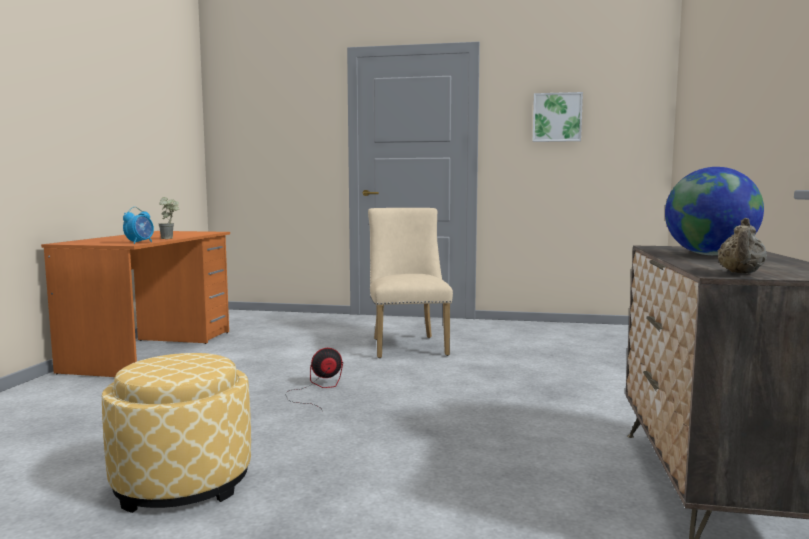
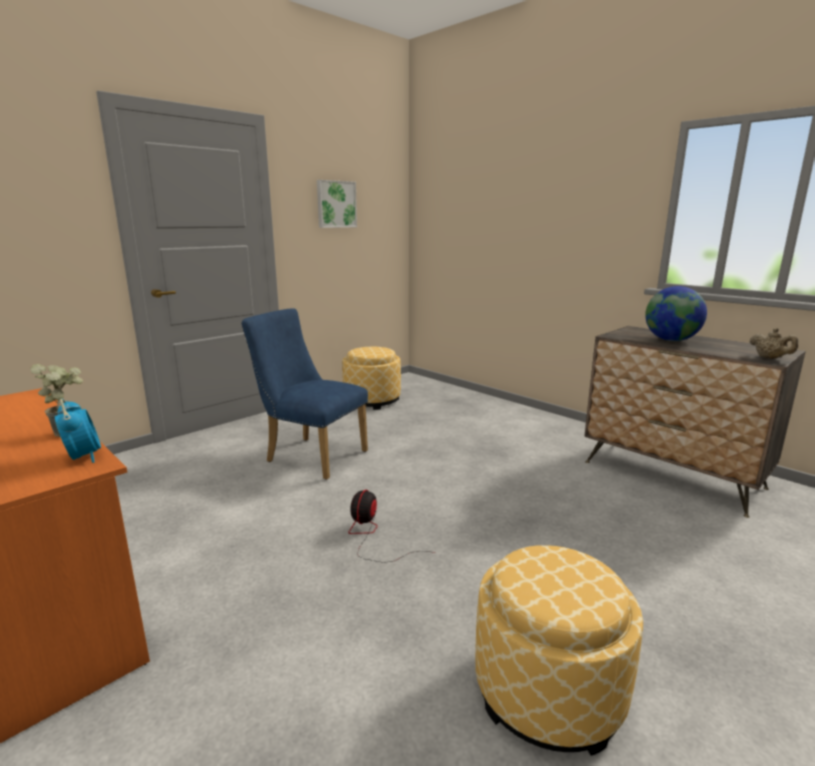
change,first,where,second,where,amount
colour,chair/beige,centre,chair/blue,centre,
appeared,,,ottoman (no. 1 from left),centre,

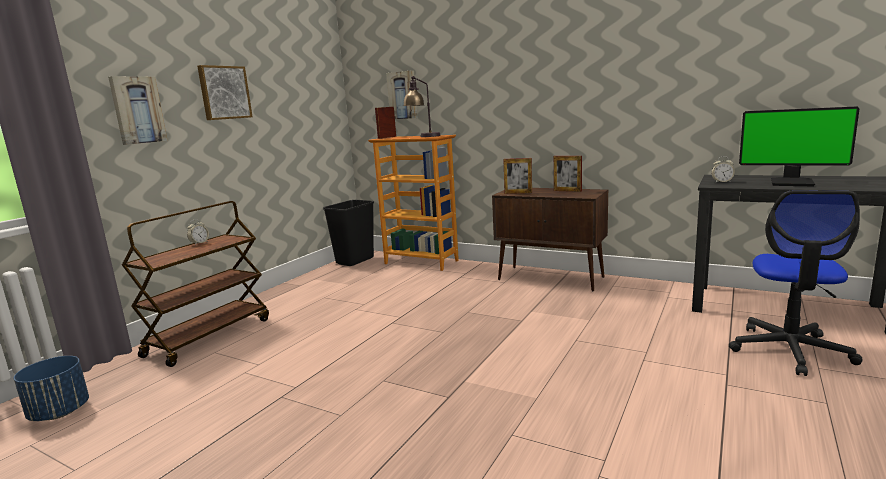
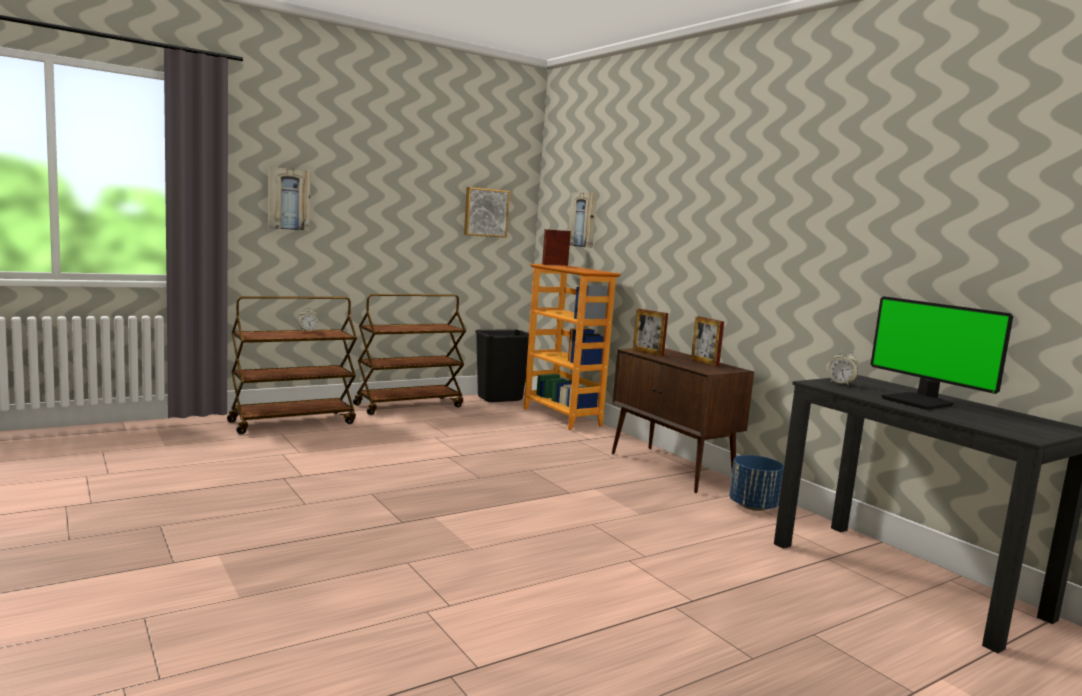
change,first,where,second,where,amount
relocated,picture (no. 2 from left),top left,,top centre,
missing,table lamp,top centre,,,
missing,office chair,middle right,,,
relocated,planter/blue,bottom left,,bottom right,
appeared,,,cart/brown (no. 2 from left),centre,

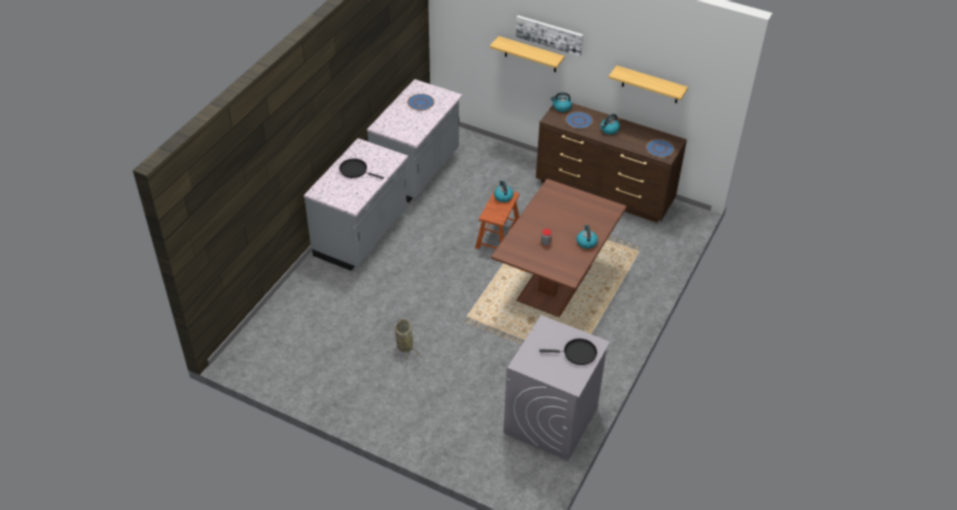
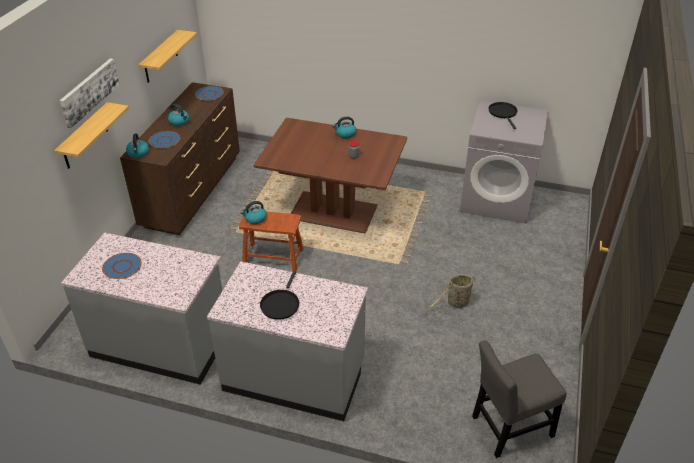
change,first,where,second,where,amount
appeared,,,chair/grey,bottom right,

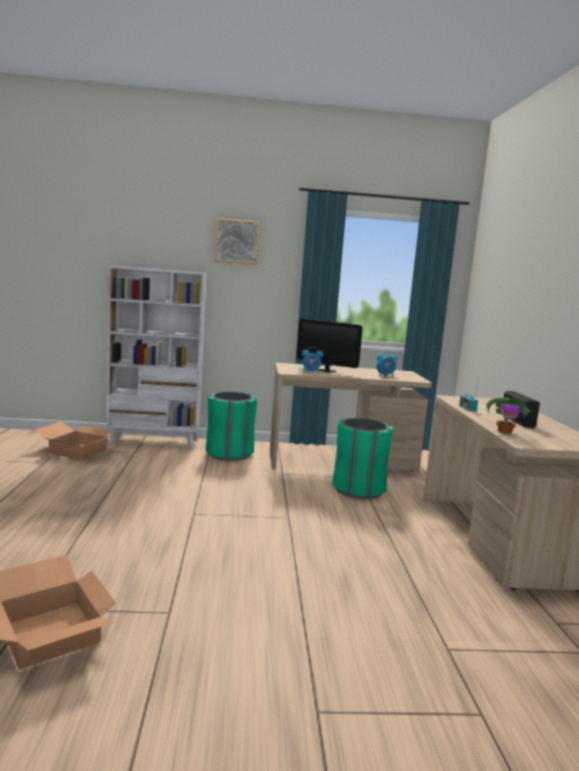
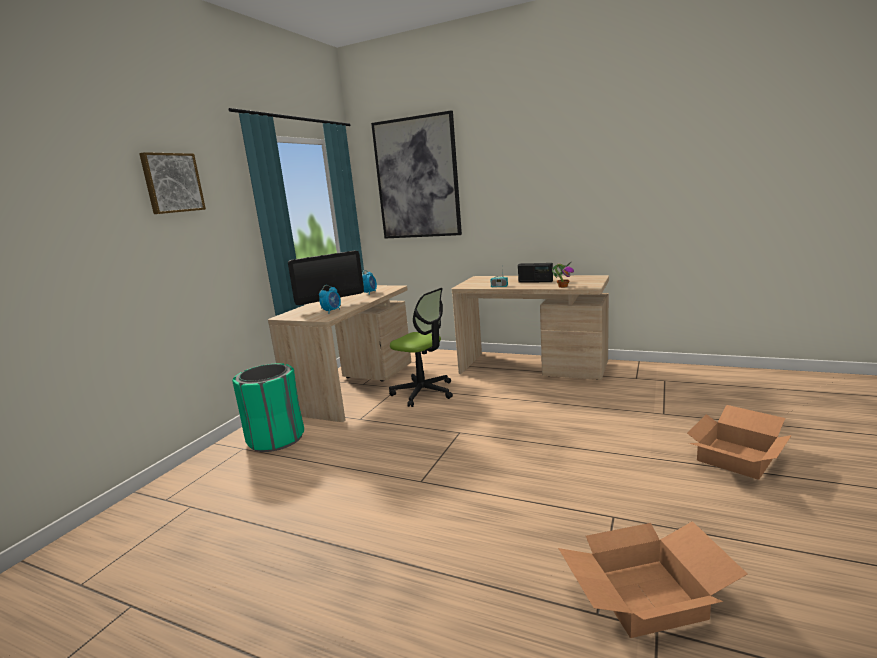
change,first,where,second,where,amount
missing,bookcase/white,middle left,,,
exchanged,trash can/green (no. 2 from left),centre,office chair,centre,
relocated,cardboard box (no. 2 from left),middle left,,bottom right,
appeared,,,picture (no. 2 from left),top centre,

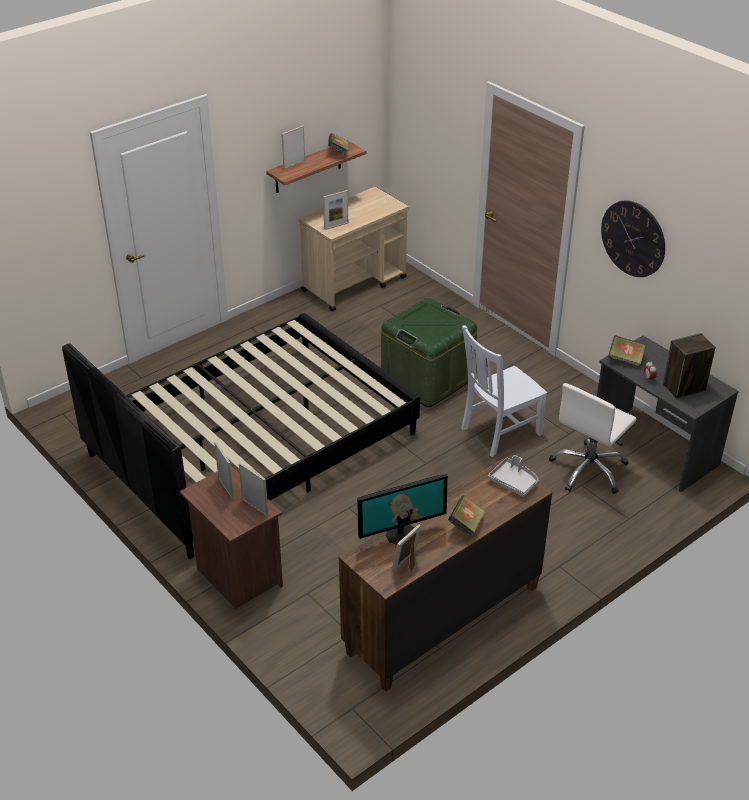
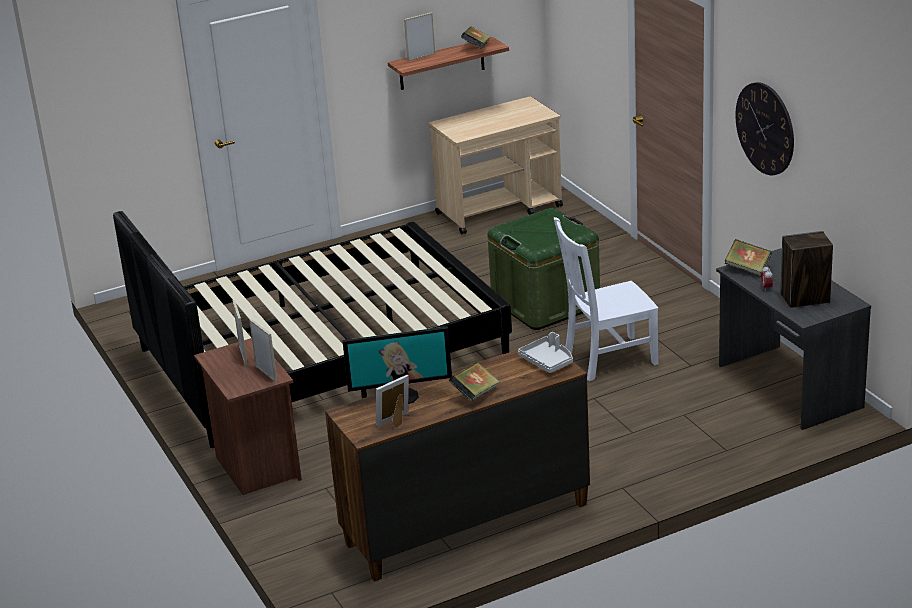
change,first,where,second,where,amount
missing,picture frame (no. 4 from left),top centre,,,
missing,office chair/white,middle right,,,

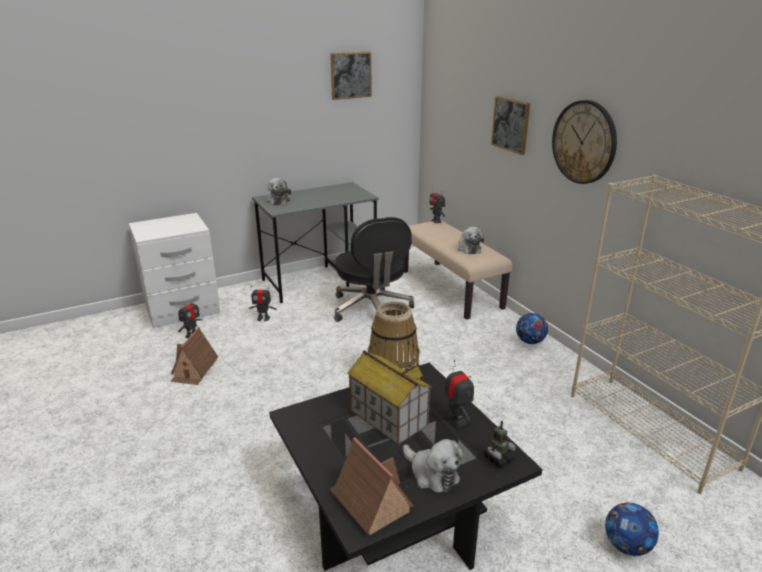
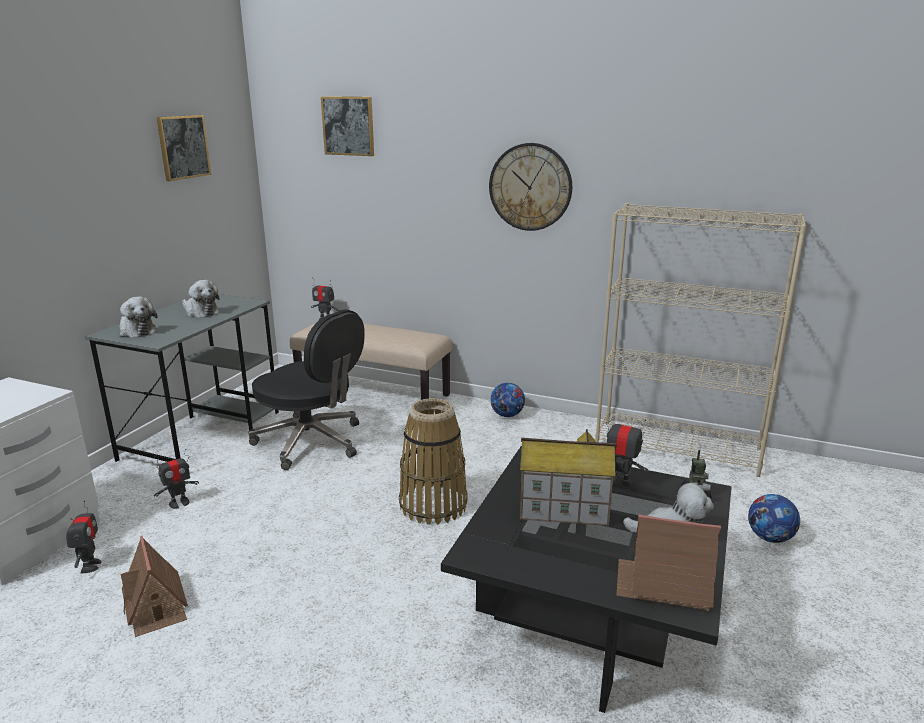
change,first,where,second,where,amount
relocated,picture (no. 2 from left),top right,,top centre,
relocated,plush toy (no. 3 from left in the first image),centre,plush toy (no. 2 from left),middle left,

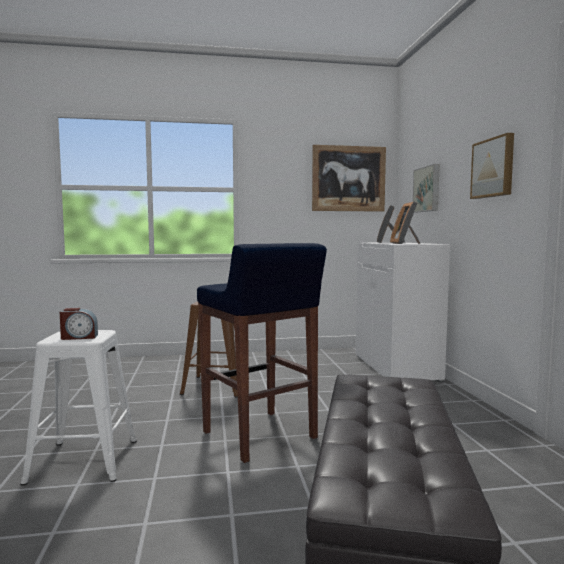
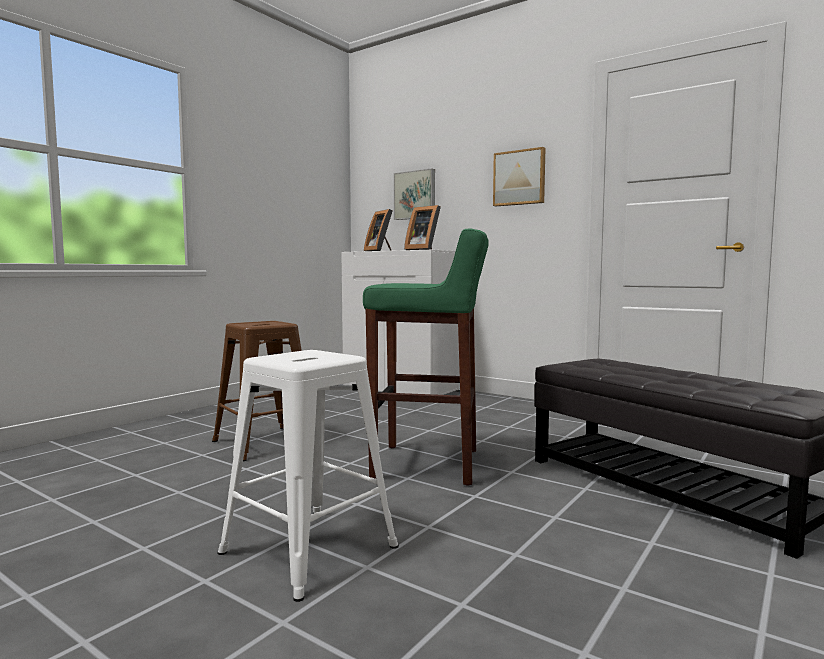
change,first,where,second,where,amount
missing,picture (no. 1 from left),top centre,,,
colour,stool/blue,centre,stool/green,centre,
missing,alarm clock,middle left,,,

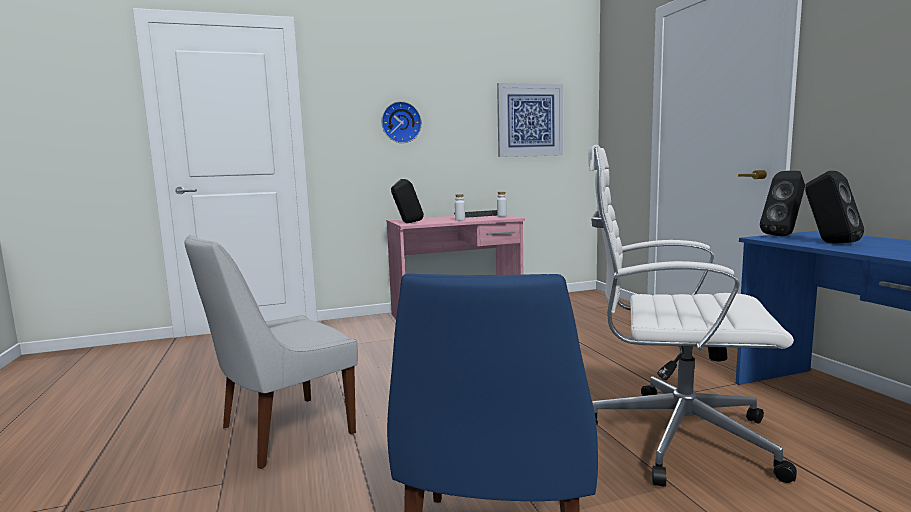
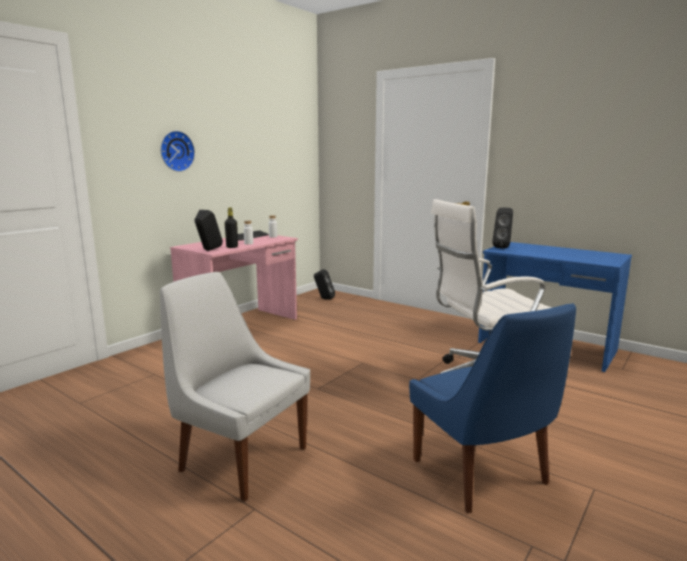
change,first,where,second,where,amount
missing,picture,top centre,,,
relocated,speaker/black (no. 3 from left in the first image),middle right,speaker/black (no. 2 from left),centre,
spun,chair/white,bottom left,,bottom centre,105 degrees clockwise
appeared,,,bottle/black,centre,

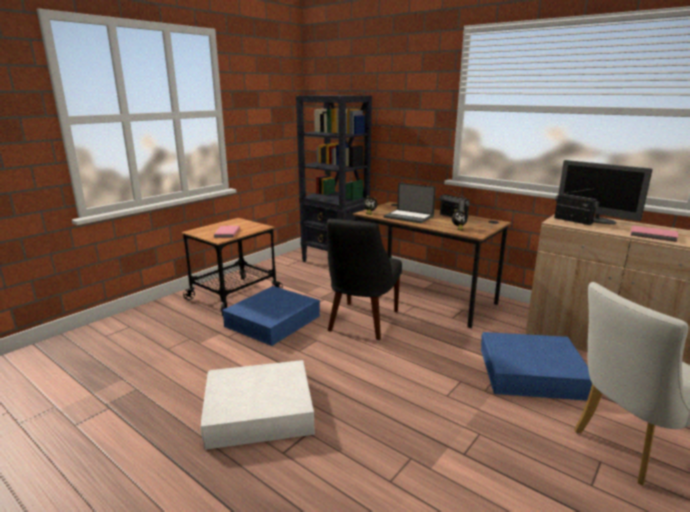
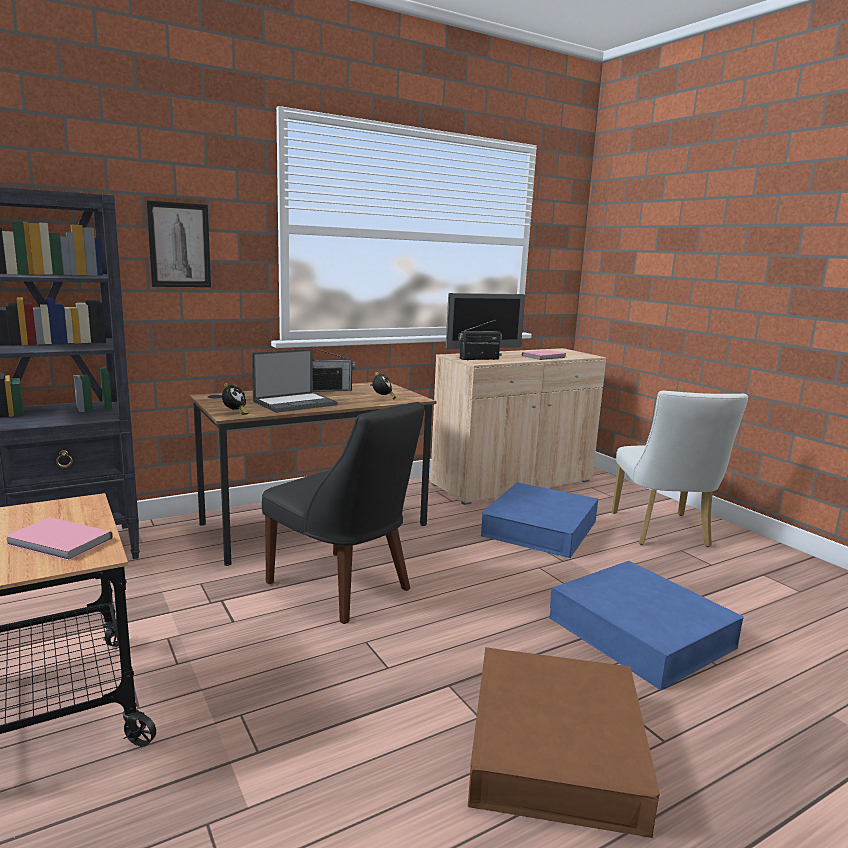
change,first,where,second,where,amount
relocated,storage box/blue (no. 1 from left in the first image),centre,storage box/blue (no. 2 from left),bottom right,
colour,storage box/white,bottom centre,storage box/brown,bottom centre,
appeared,,,picture,top left,

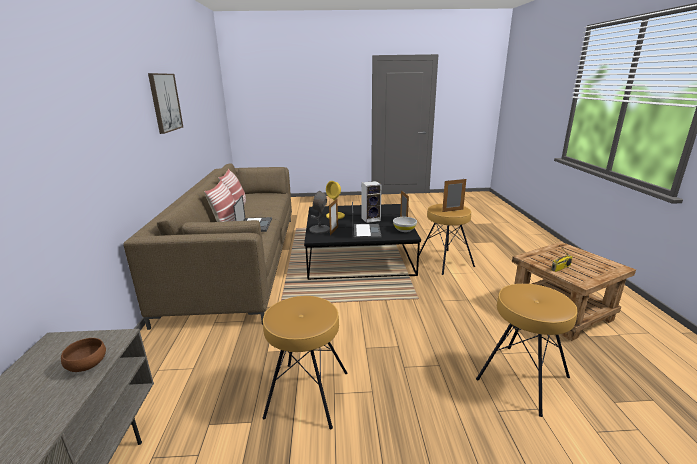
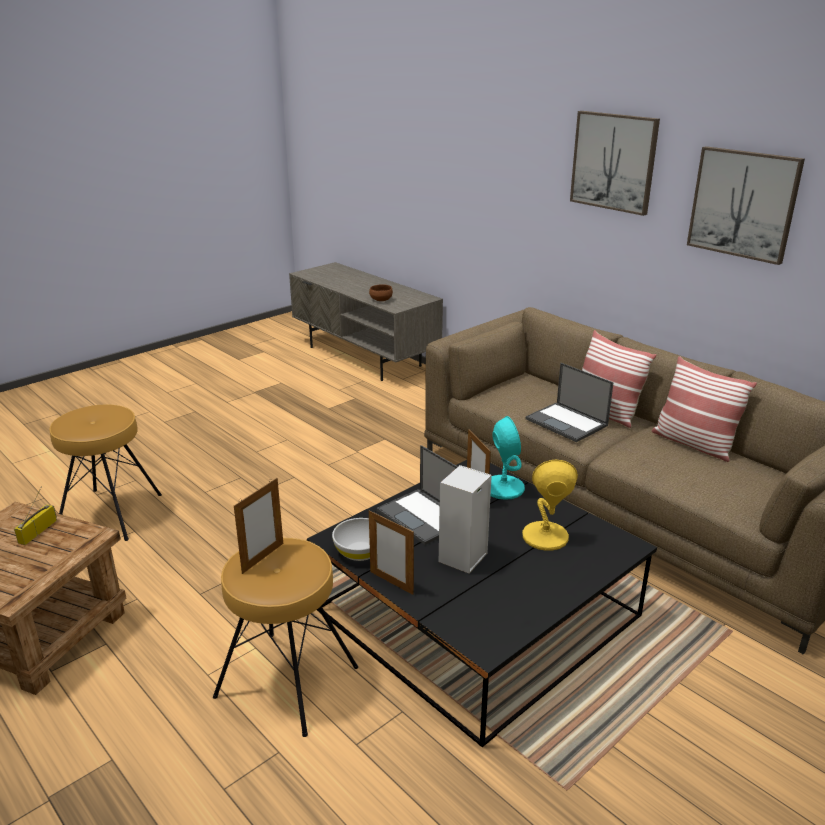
change,first,where,second,where,amount
colour,table lamp/grey,centre,table lamp/turquoise,centre,
missing,stool/brown (no. 1 from left),bottom centre,,,
appeared,,,picture (no. 1 from left),top right,

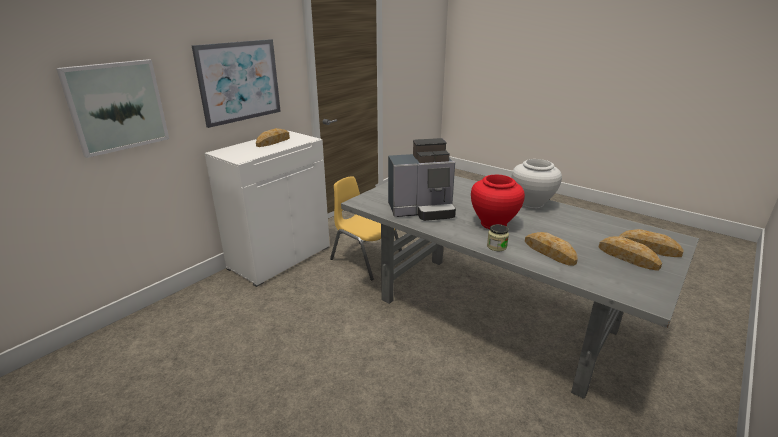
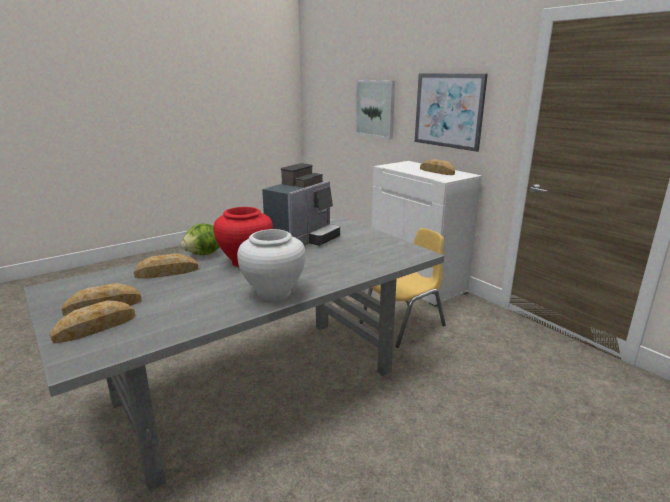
change,first,where,second,where,amount
spun,coffee machine,centre,,centre,150 degrees counterclockwise
exchanged,jar,centre,lettuce,middle left,

